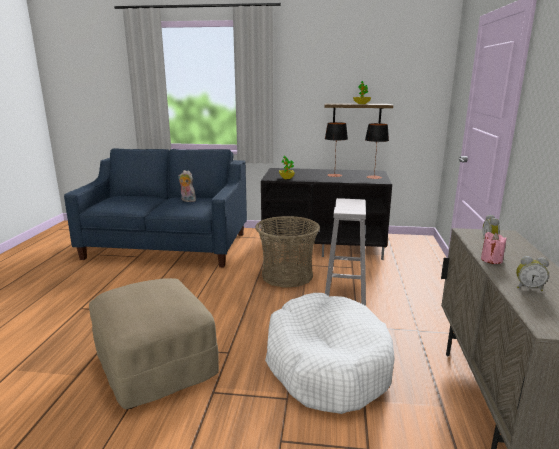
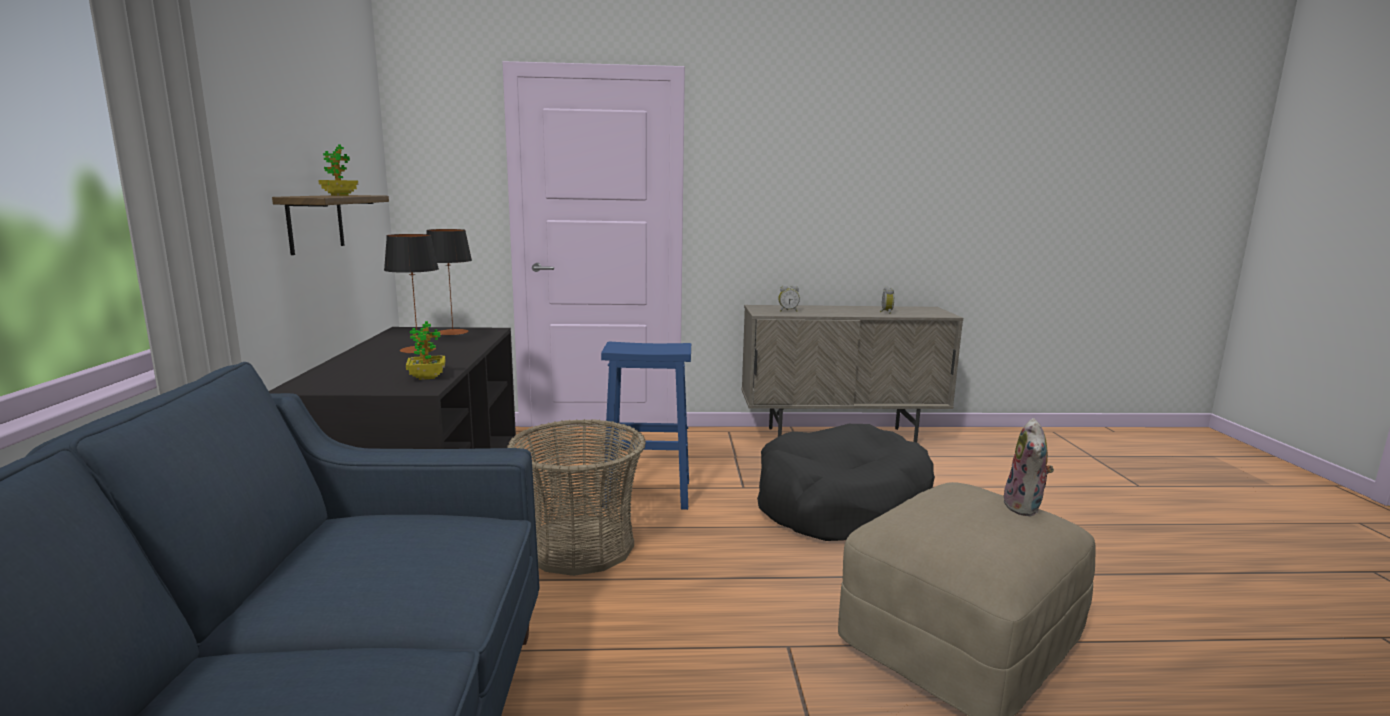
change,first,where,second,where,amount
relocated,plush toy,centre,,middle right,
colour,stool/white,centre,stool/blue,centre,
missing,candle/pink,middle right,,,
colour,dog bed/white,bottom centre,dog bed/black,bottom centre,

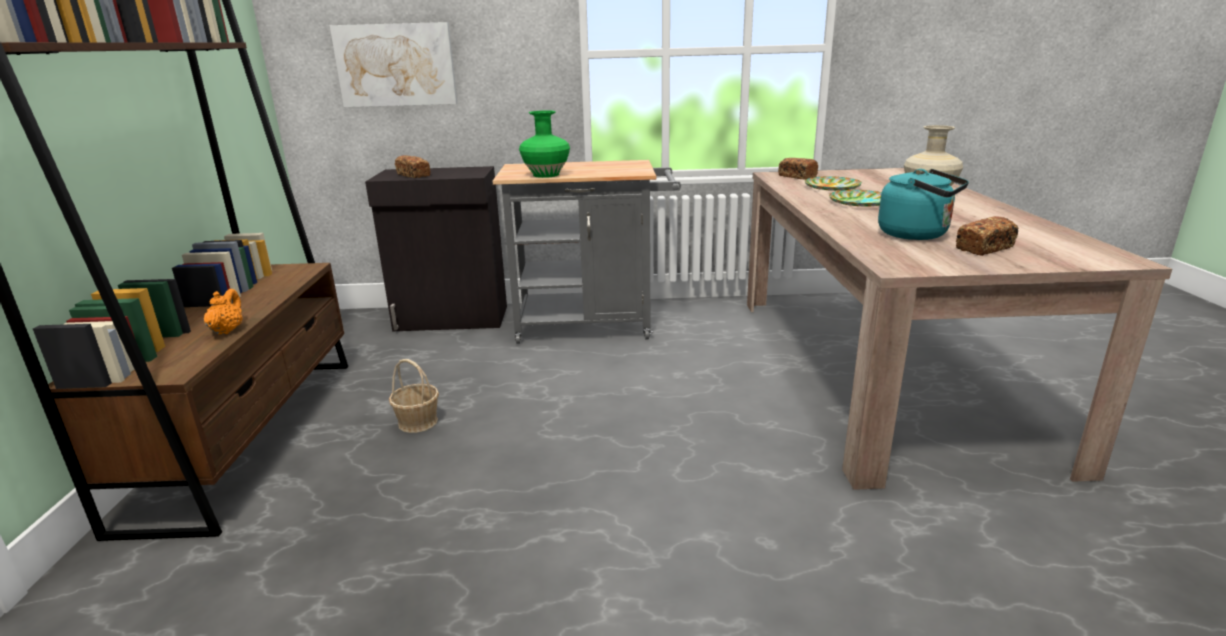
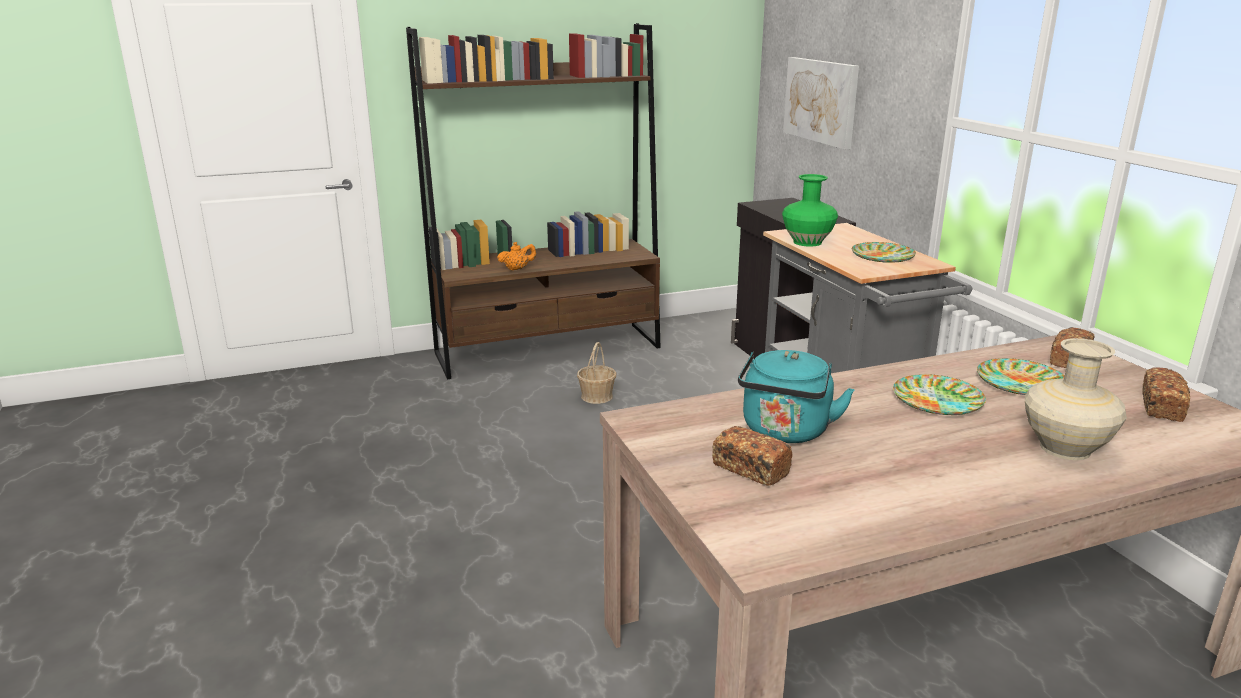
change,first,where,second,where,amount
relocated,bread (no. 1 from left in the first image),top centre,bread (no. 3 from left),middle right,
appeared,,,plate (no. 1 from left),middle right,

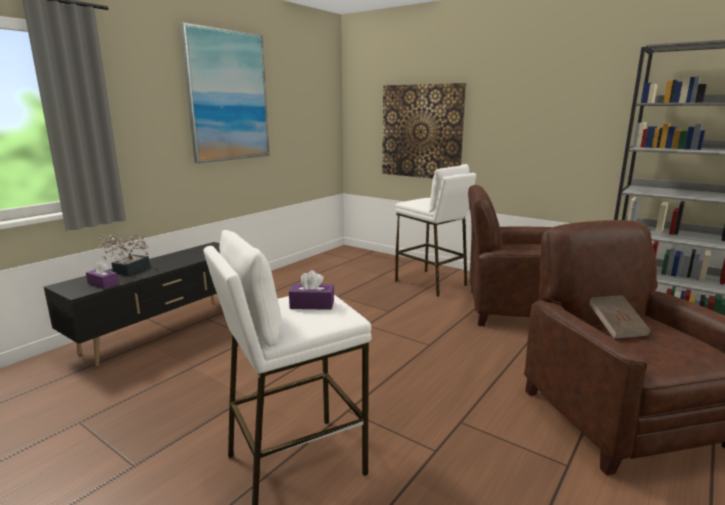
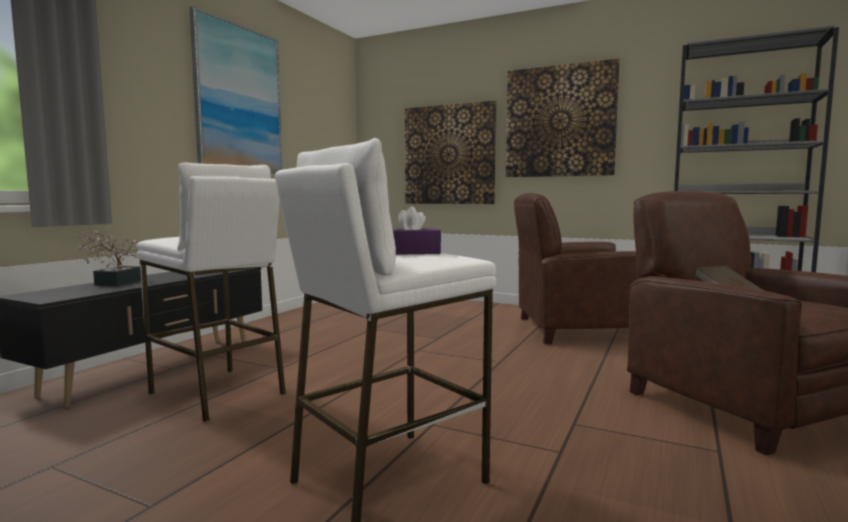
change,first,where,second,where,amount
relocated,stool/white (no. 2 from left in the first image),centre,stool/white (no. 1 from left),middle left,
missing,tissue box/purple (no. 1 from left),middle left,,,
appeared,,,picture (no. 3 from left),top centre,

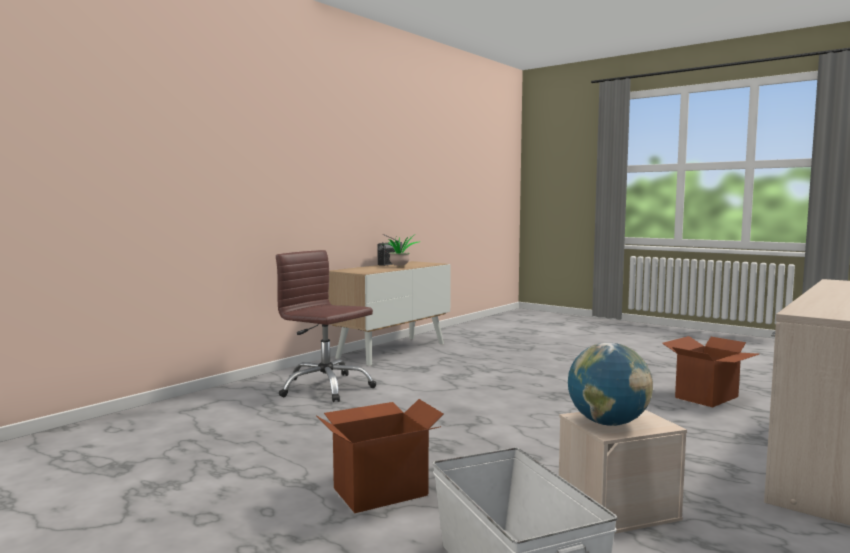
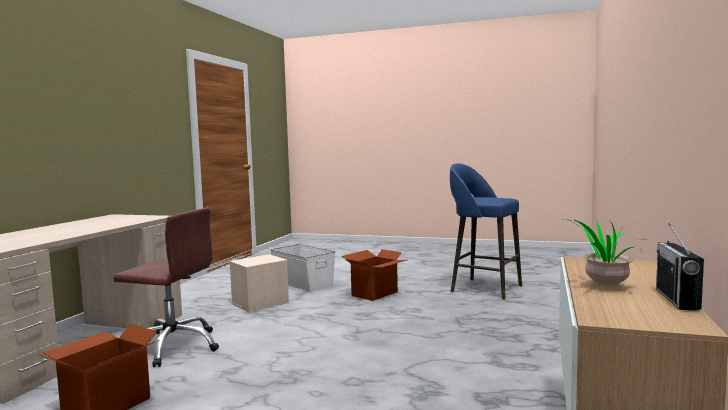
change,first,where,second,where,amount
relocated,office chair/brown,centre,,bottom left,
missing,globe,bottom right,,,
appeared,,,stool/blue,middle right,

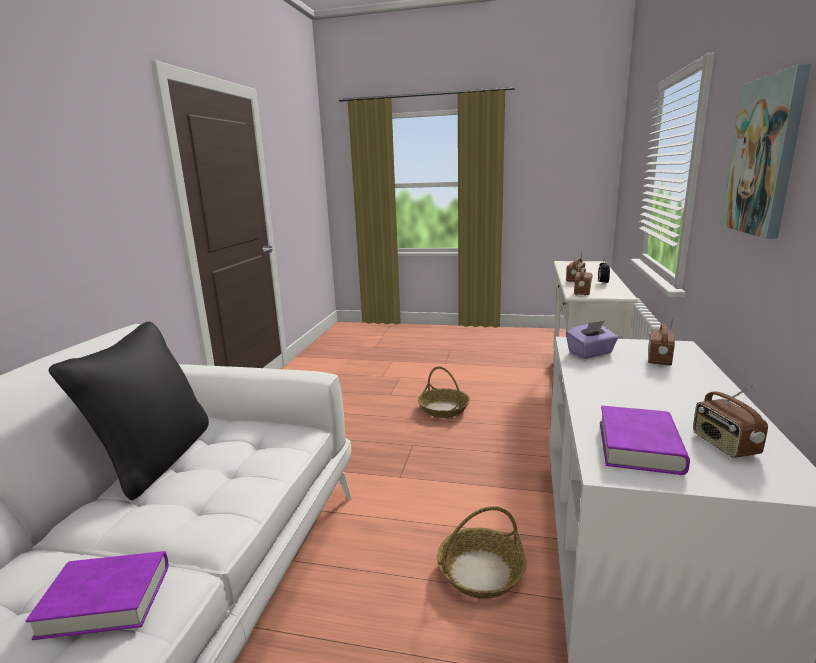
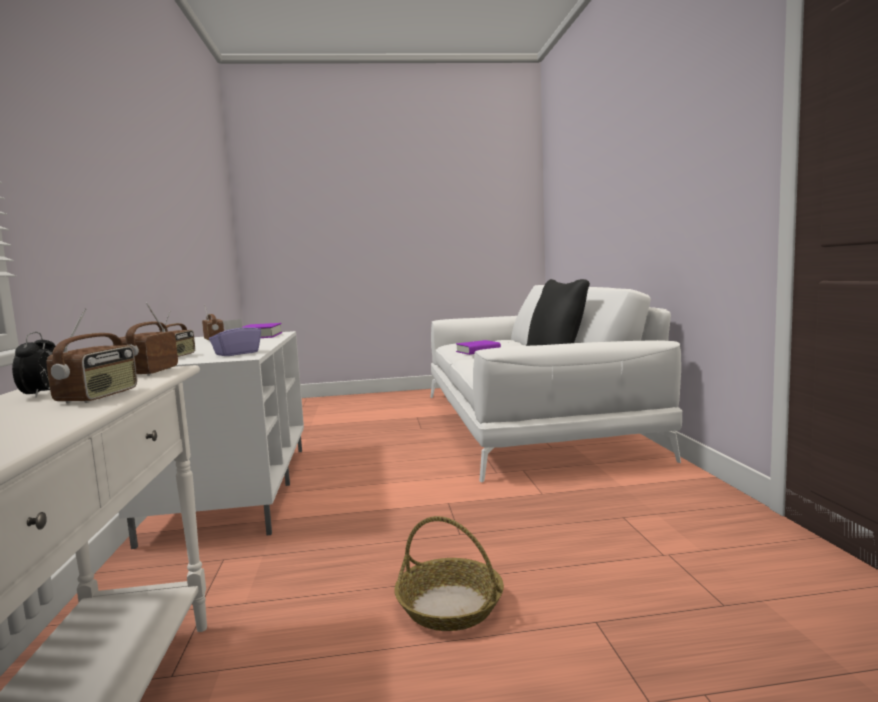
change,first,where,second,where,amount
missing,picture,top right,,,
missing,basket (no. 2 from left),bottom centre,,,

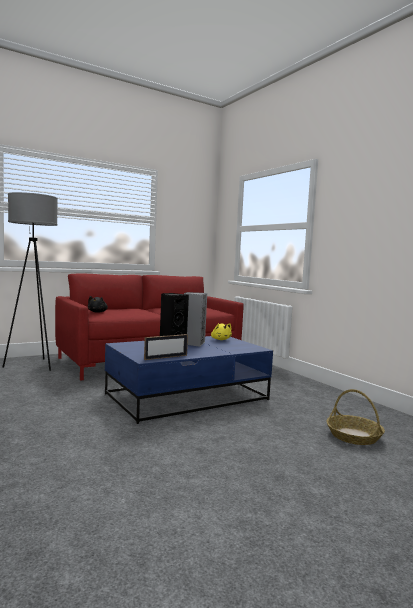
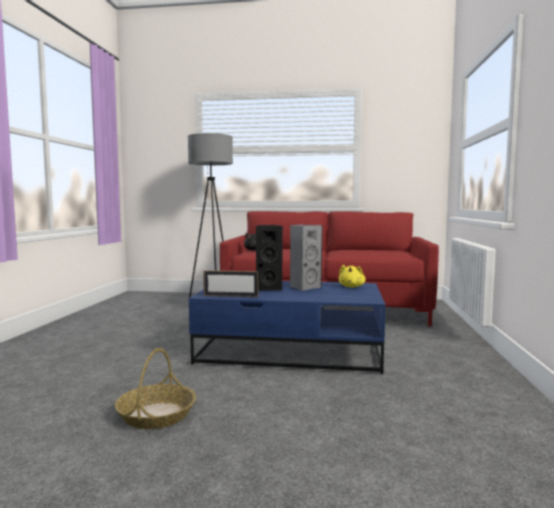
change,first,where,second,where,amount
relocated,basket,bottom right,,bottom left,

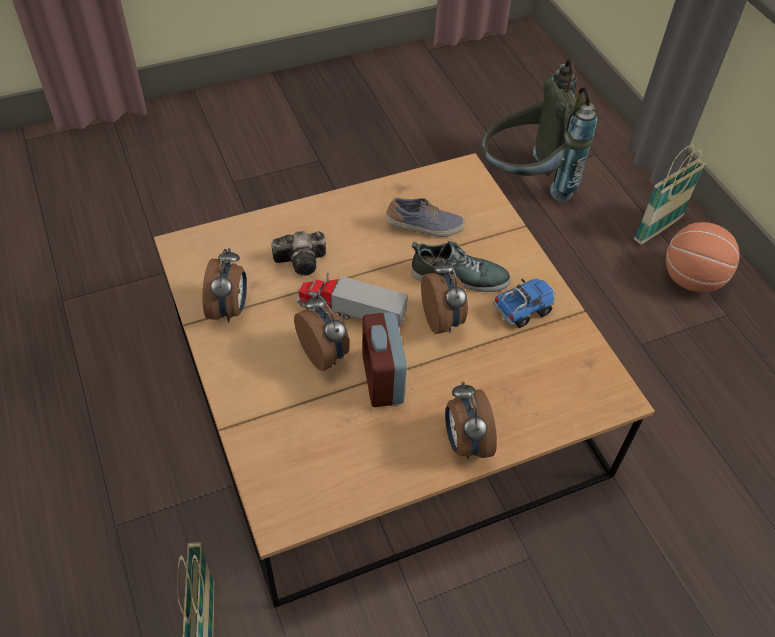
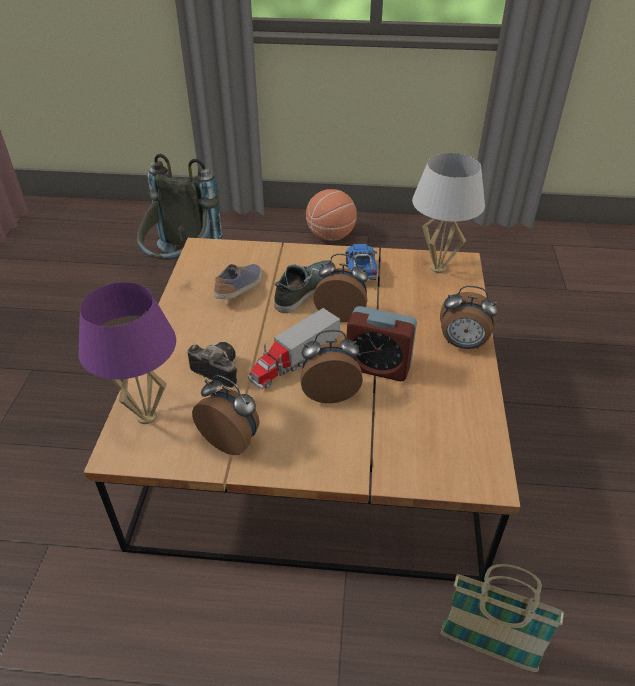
change,first,where,second,where,amount
missing,basket (no. 2 from left),top right,,,
spun,photo camera,centre,,centre,75 degrees counterclockwise
appeared,,,table lamp/white,top right,
appeared,,,table lamp/purple,middle left,

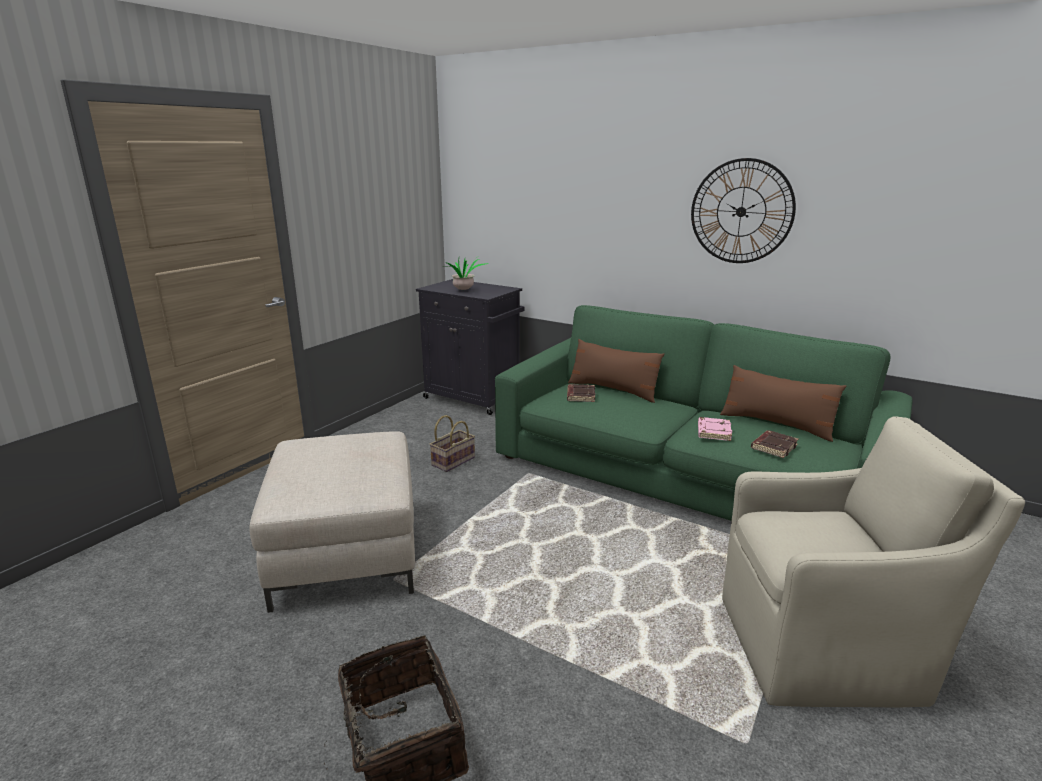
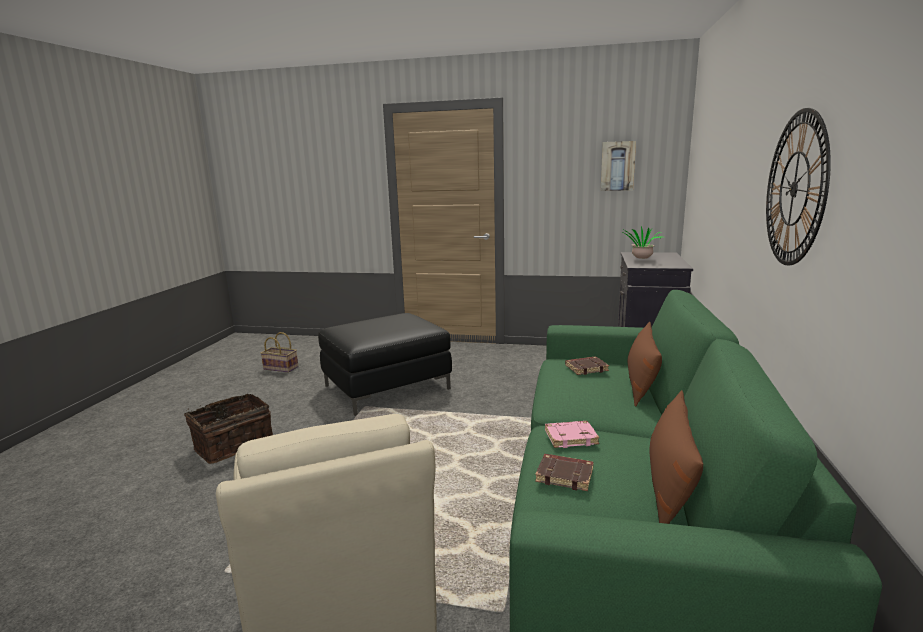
change,first,where,second,where,amount
relocated,basket (no. 2 from left),centre,,middle left,
colour,ottoman/beige,bottom left,ottoman/black,centre,
appeared,,,picture,top right,

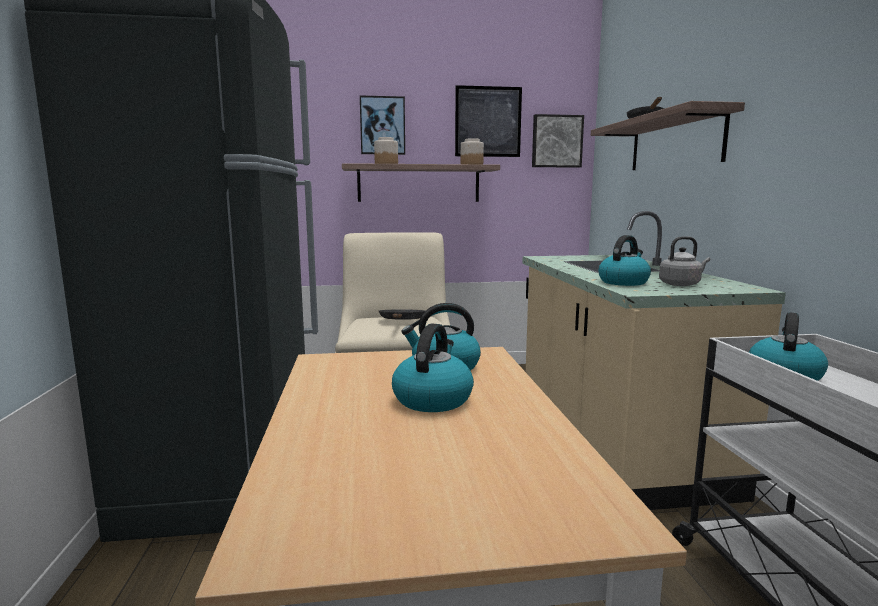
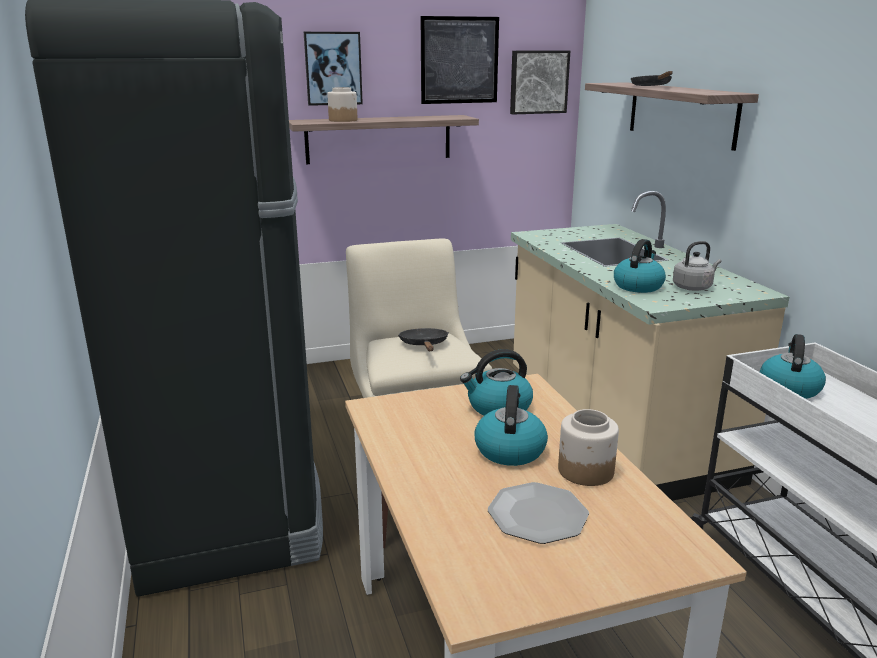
change,first,where,second,where,amount
relocated,jar (no. 2 from left),top centre,,bottom right,
appeared,,,plate,bottom centre,

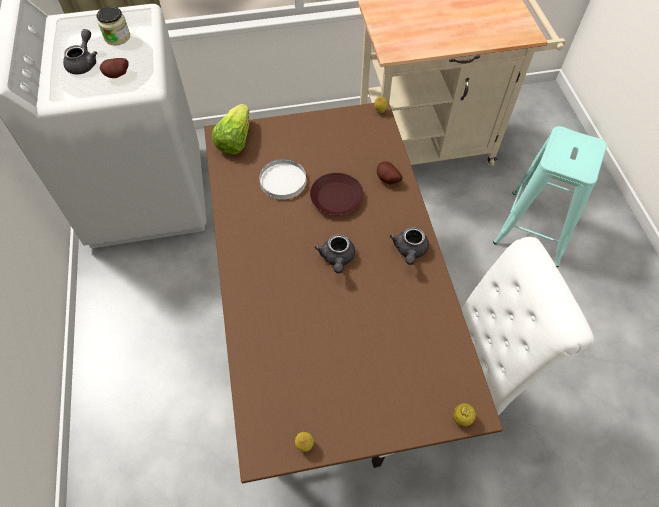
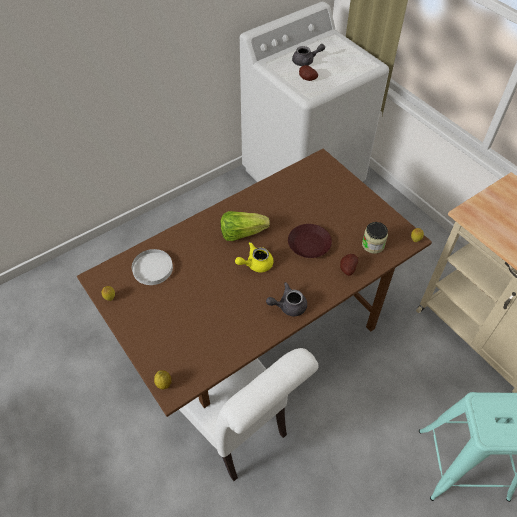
change,first,where,second,where,amount
relocated,jar,top left,,middle right,
relocated,lettuce,top centre,,centre,
relocated,plate/white,centre,,middle left,
colour,teapot/grey (no. 2 from left),centre,teapot/yellow,centre,

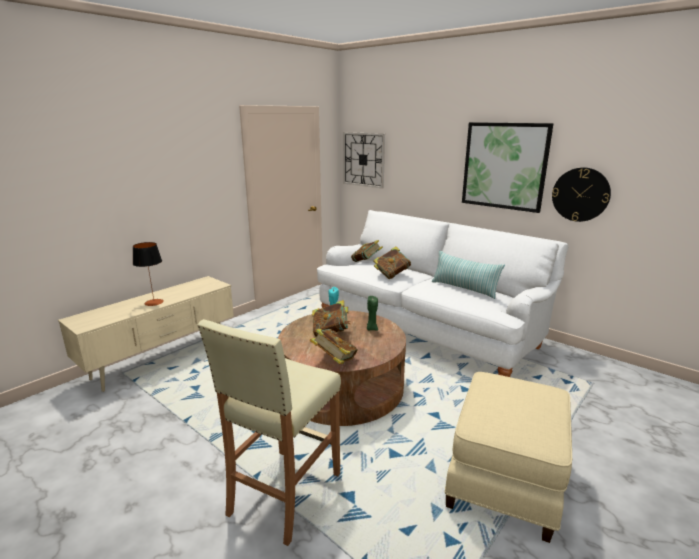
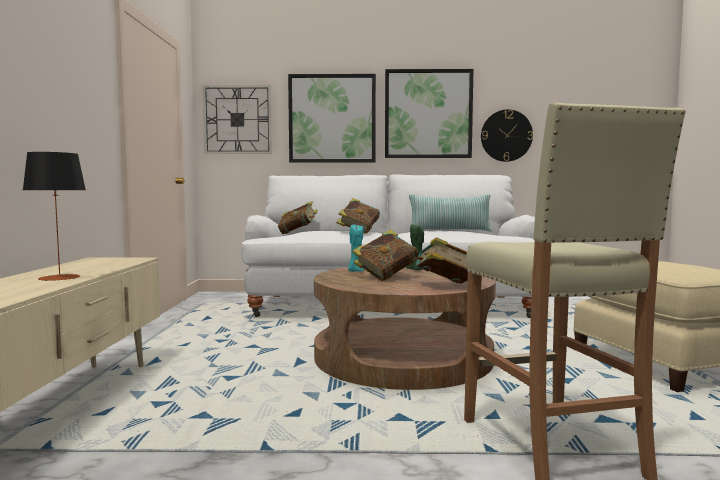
change,first,where,second,where,amount
appeared,,,picture (no. 1 from left),top centre,

